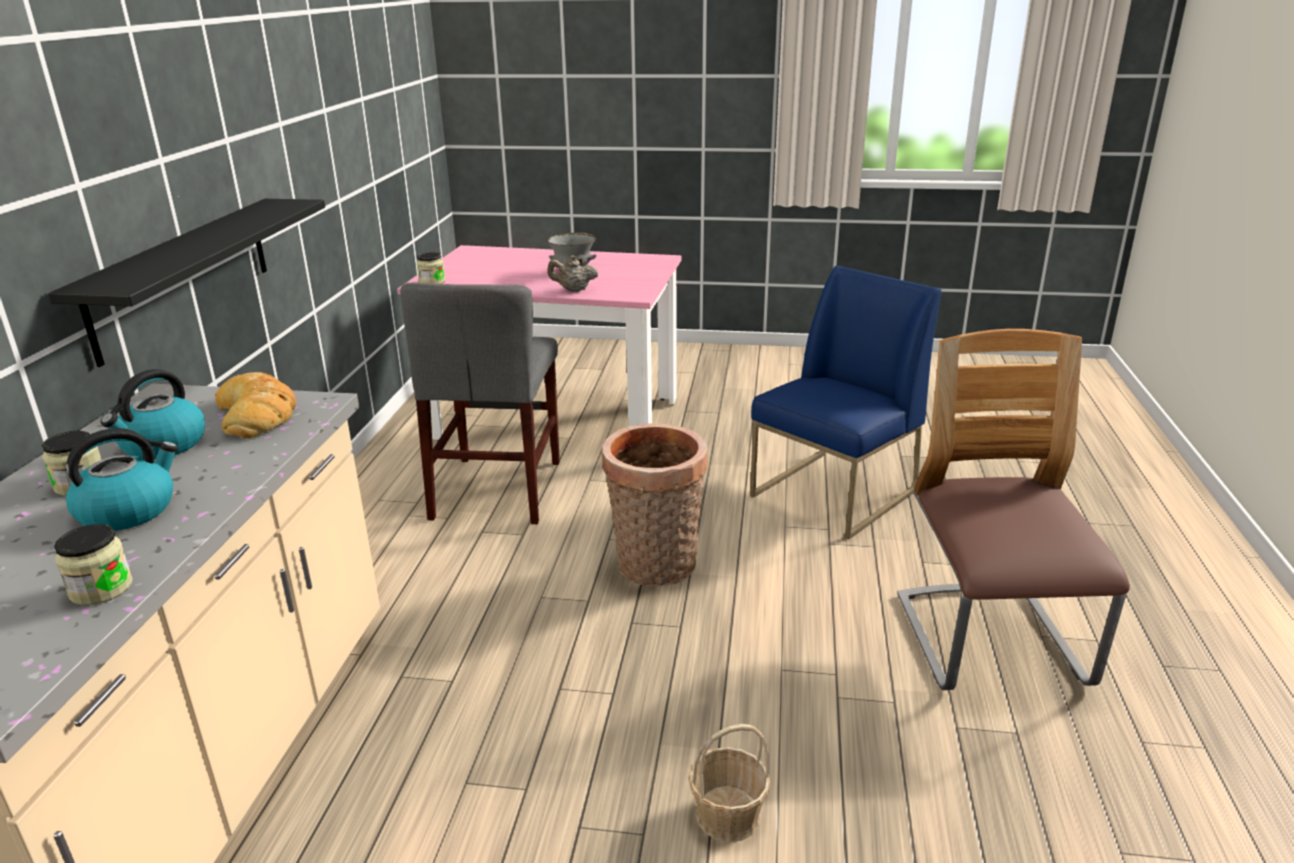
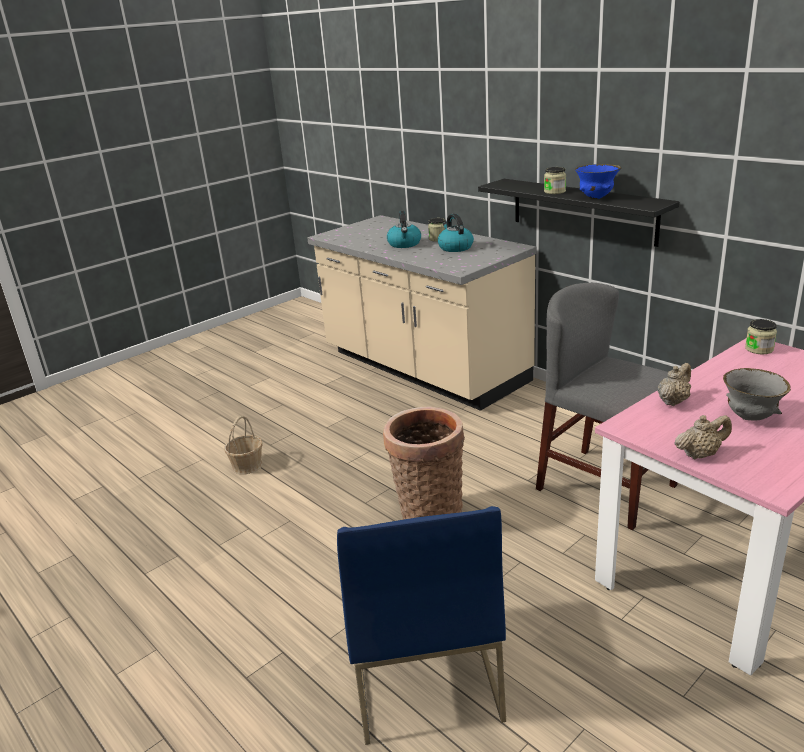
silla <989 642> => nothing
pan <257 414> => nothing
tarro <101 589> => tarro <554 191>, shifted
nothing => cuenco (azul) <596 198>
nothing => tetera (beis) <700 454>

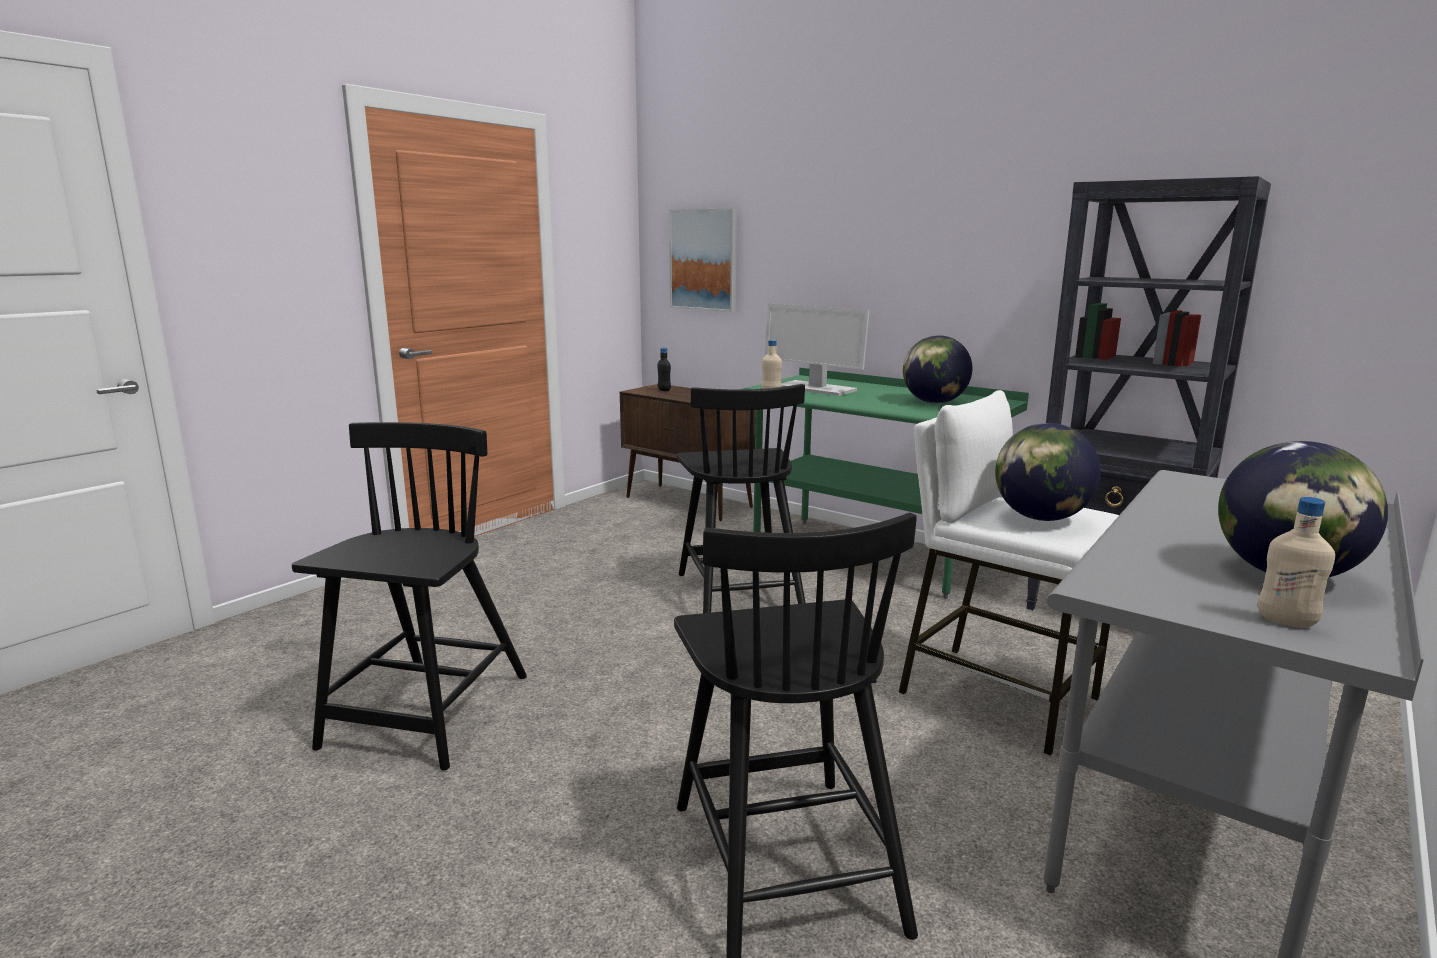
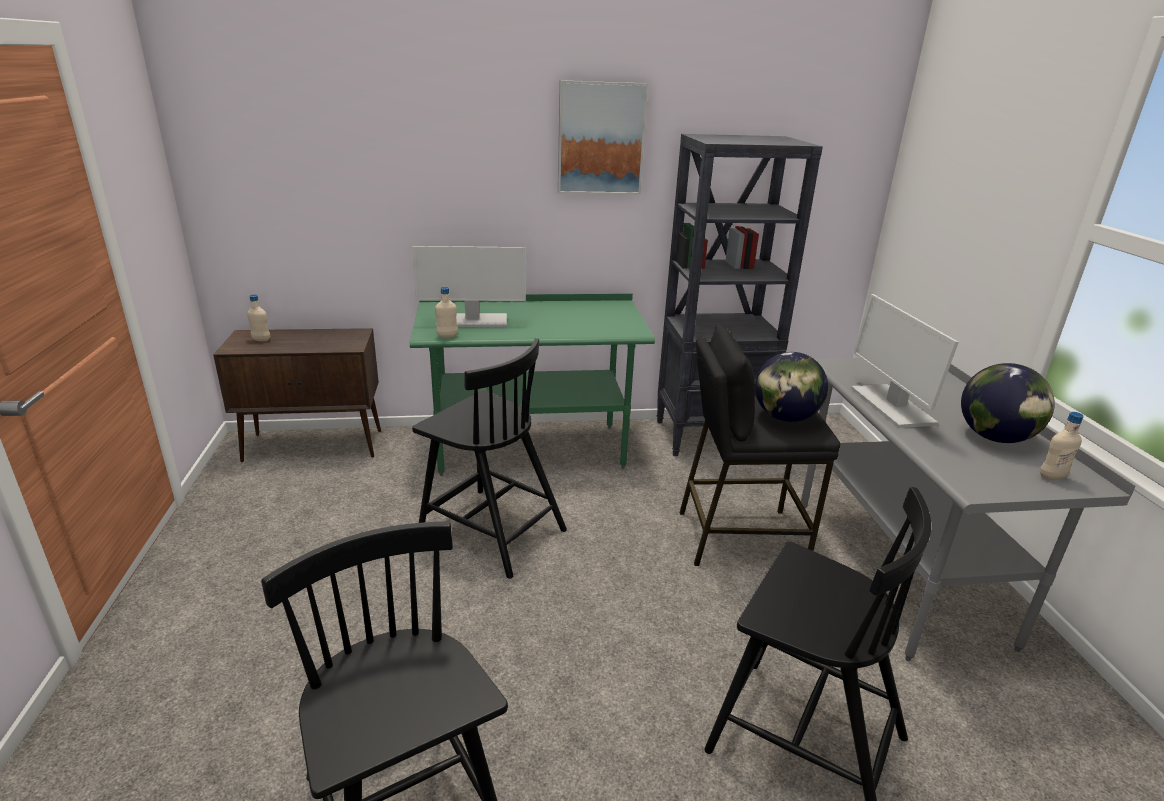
cuadro <704 260> => cuadro <601 139>, shifted
globo terráqueo <934 402> => nothing
botella (negro) <664 390> => botella (beis) <261 340>
taburete (blanco) <997 695> => taburete (negro) <740 537>
nothing => monitor <890 406>

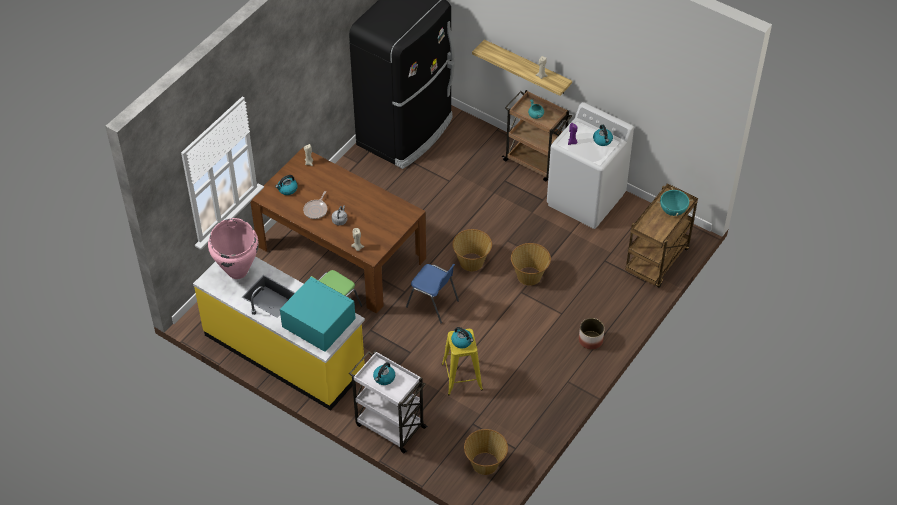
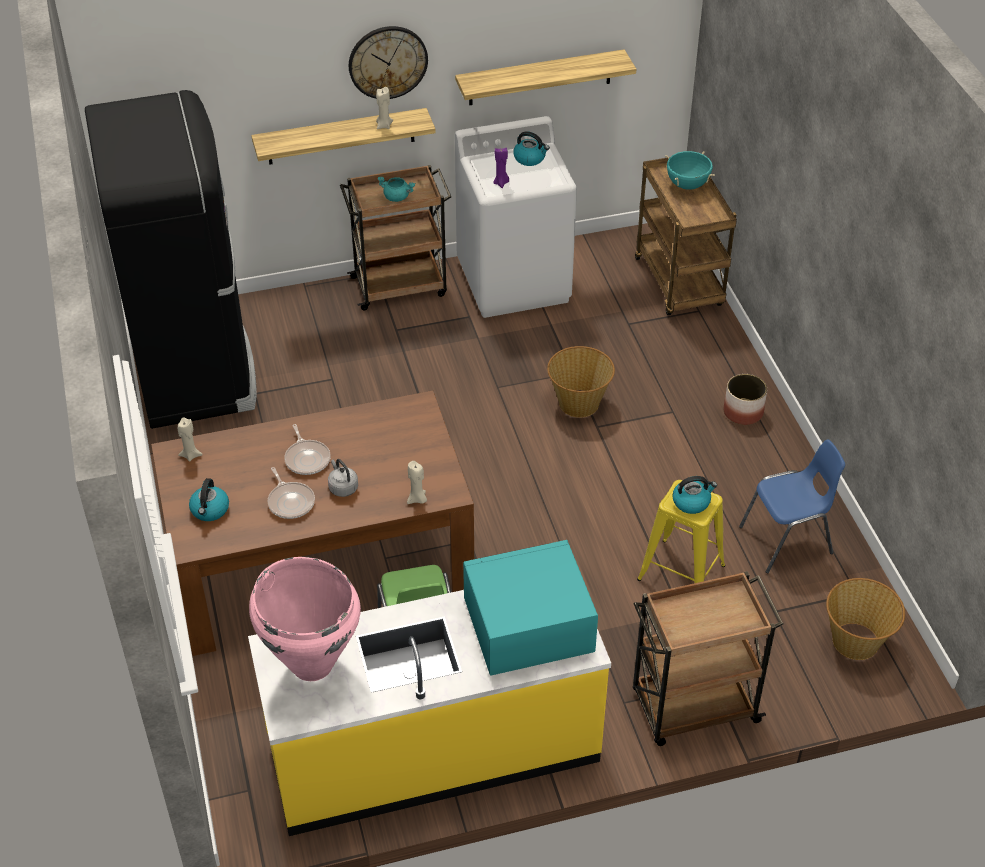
cesta <471 261> => nothing
silla (azul) <433 304> => silla (azul) <787 541>, shifted
carrito (blanco) <389 425> => carrito (marrón) <693 707>
hervidor <384 378> => nothing
nothing => reloj de pared <388 62>
nothing => estante <540 77>
nothing => sartén <307 458>

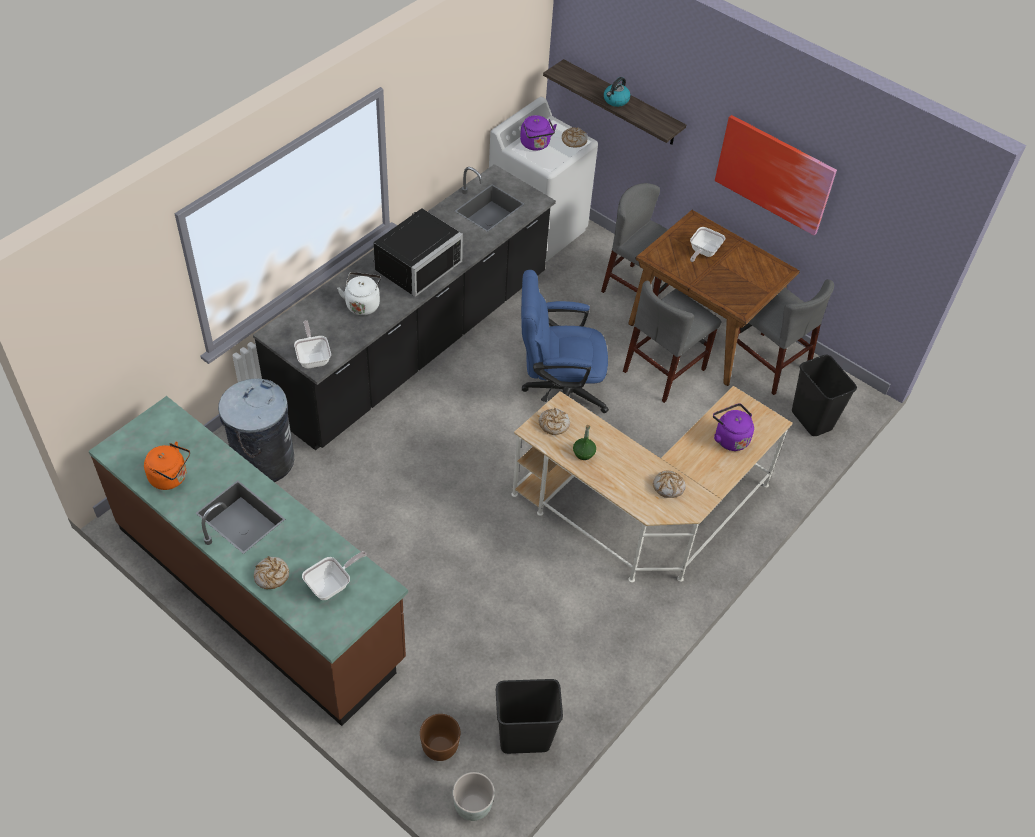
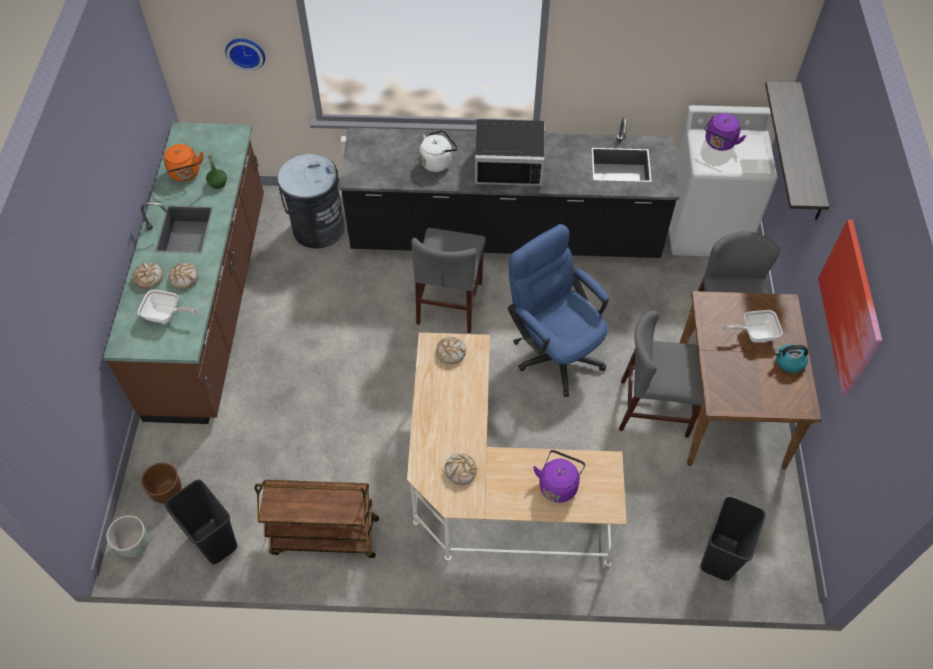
hervidor <616 100> => hervidor <789 362>, shifted
pan <573 141> => pan <184 278>, shifted
silla (gris) <768 363> => silla (gris) <450 302>, shifted
sartén <313 357> => nothing
botella (verde) <583 453> => botella (verde) <218 183>, shifted
nothing => reloj de pared <246 52>
nothing => carrito (marrón) <324 537>

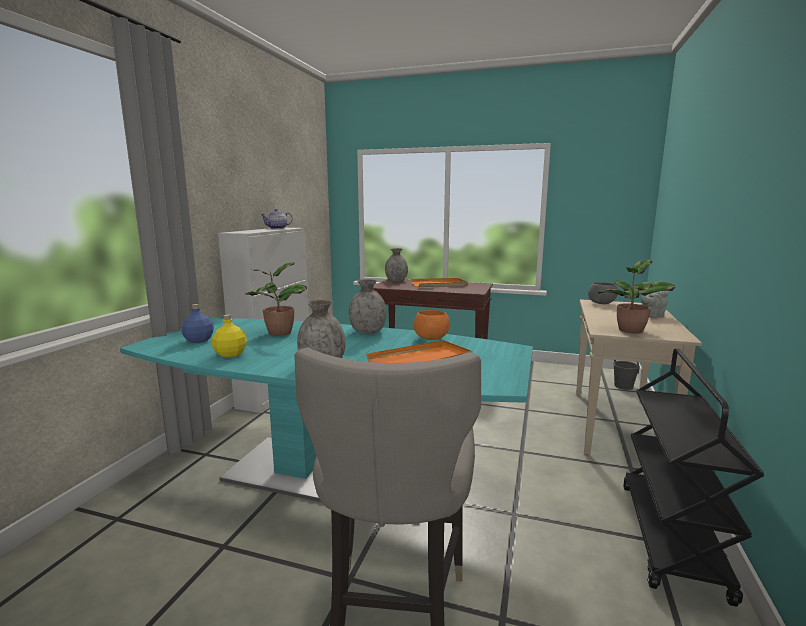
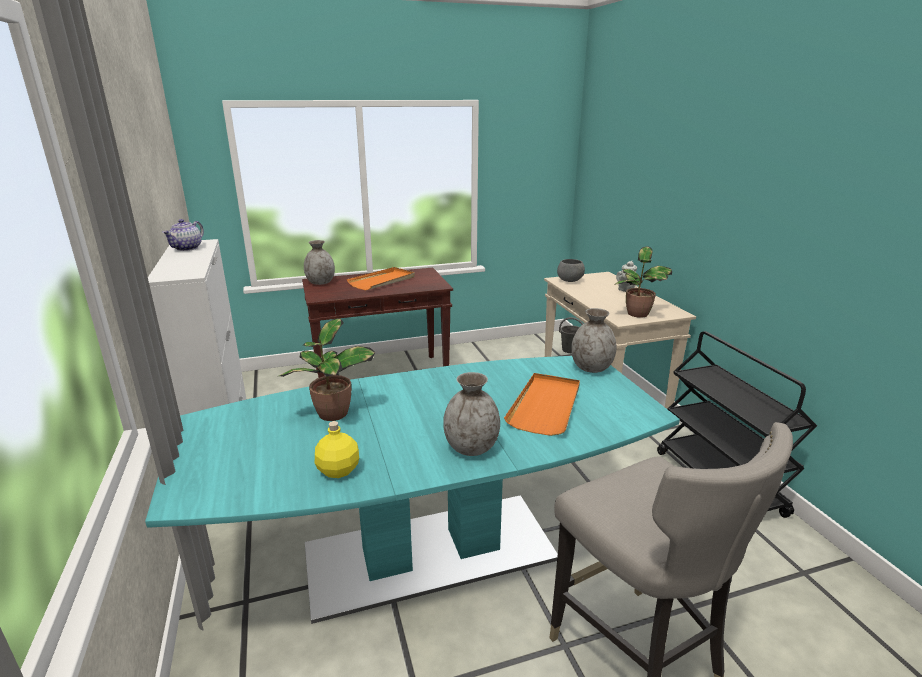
florero (gris) <368 332> => florero (gris) <591 368>, shifted
botella (azul) <198 340> => nothing
cuenco (naranja) <431 339> => nothing

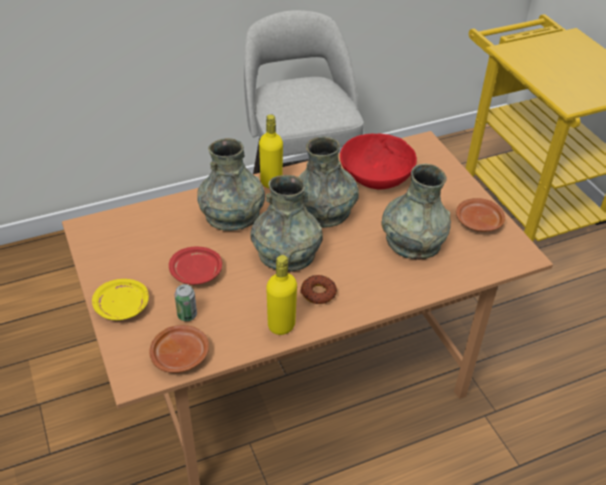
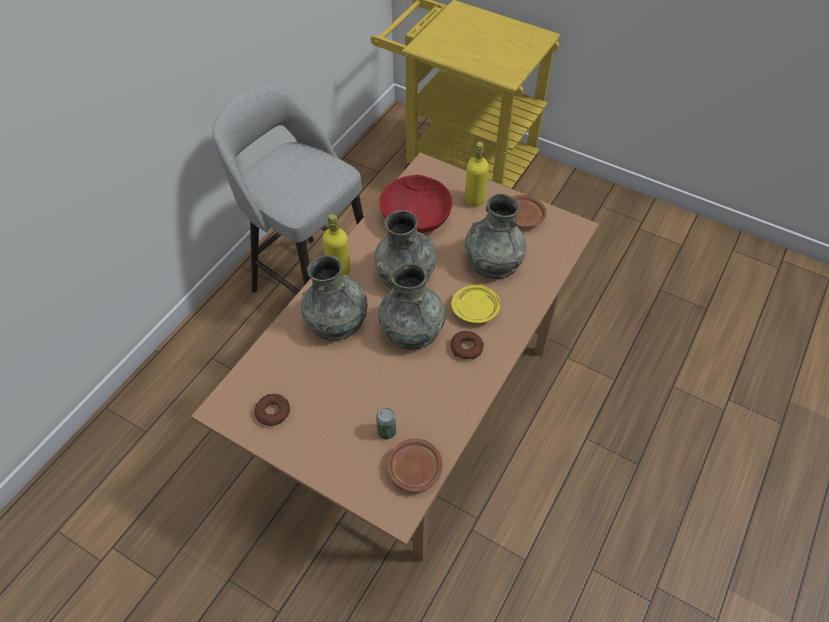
plato (rojo) <197 272> => nothing
botella (amarillo) <281 325> => botella (amarillo) <474 199>, shifted
plato (amarillo) <122 306> => plato (amarillo) <475 309>, shifted
nothing => rosquilla <273 412>

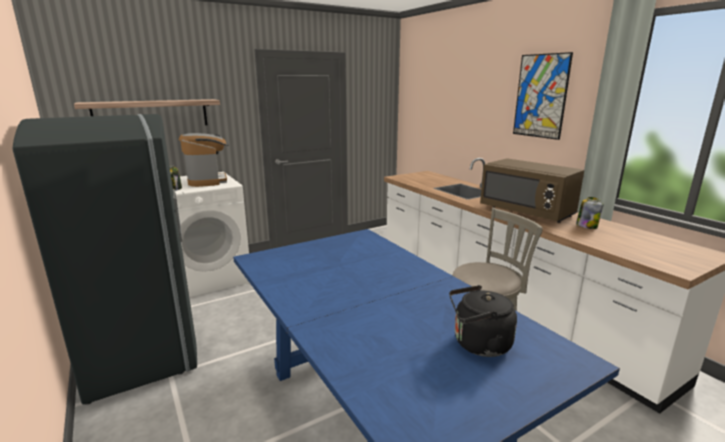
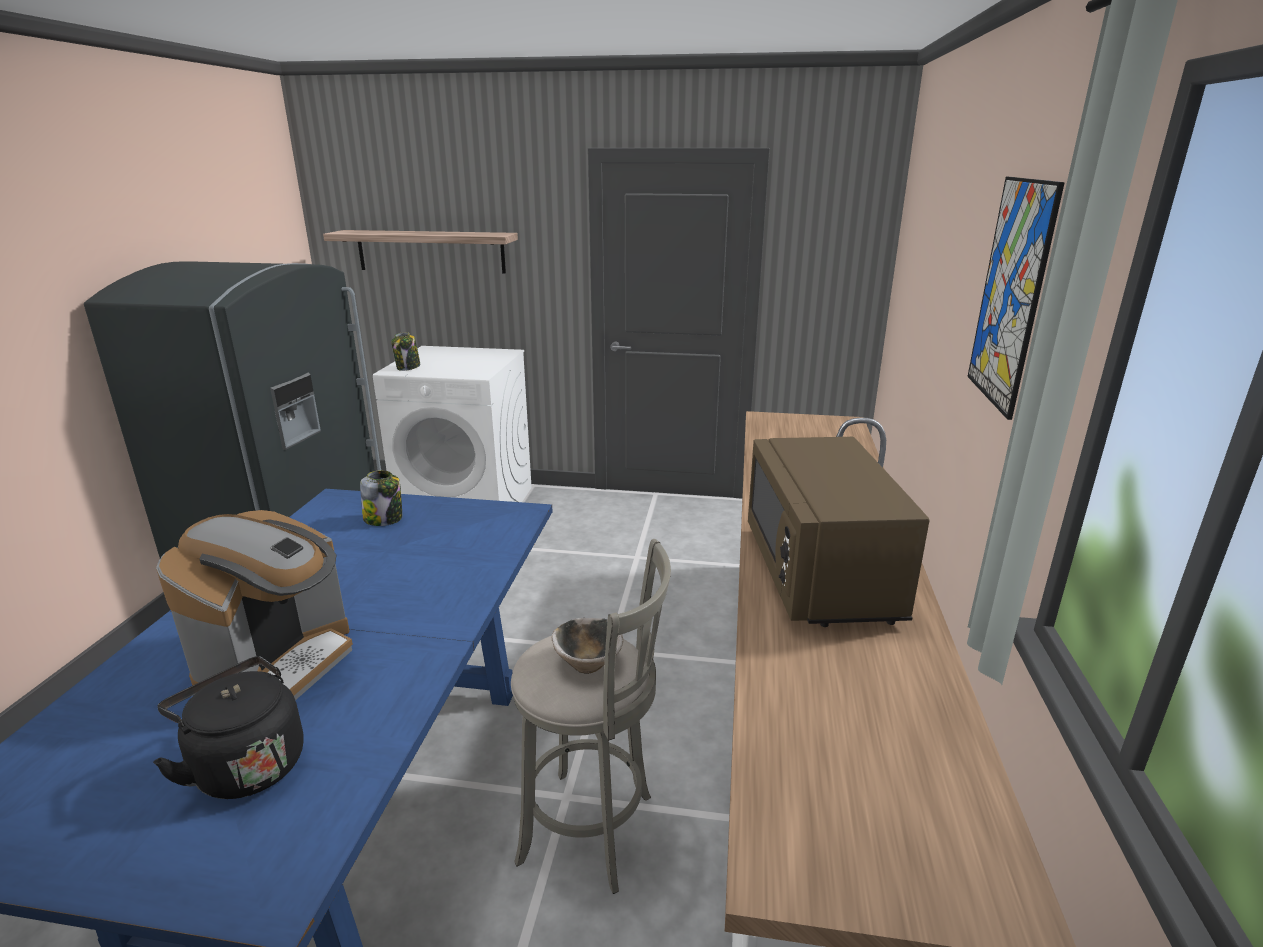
cafetera <208 181> => cafetera <279 663>, shifted
tarro <586 226> => tarro <384 519>, shifted
nothing => cuenco <588 663>

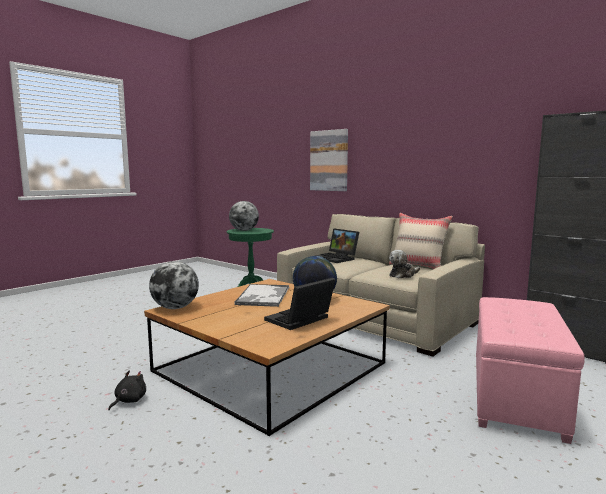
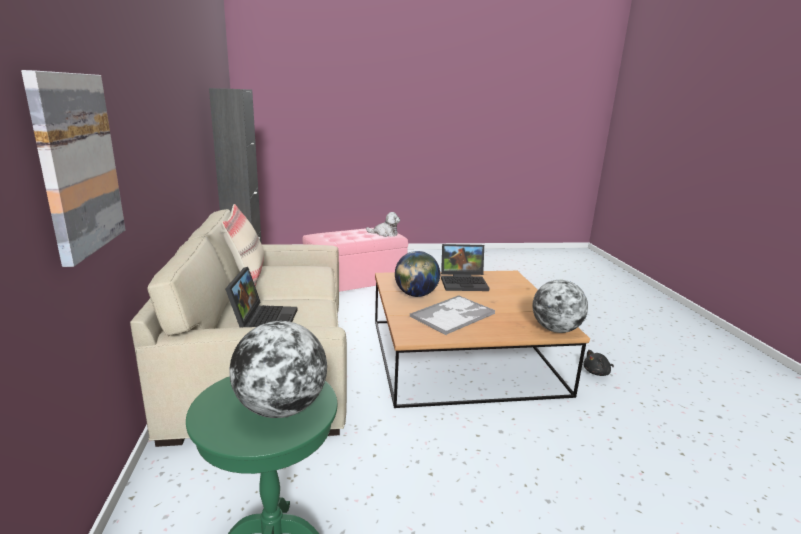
peluche <403 275> => peluche <385 233>, shifted

